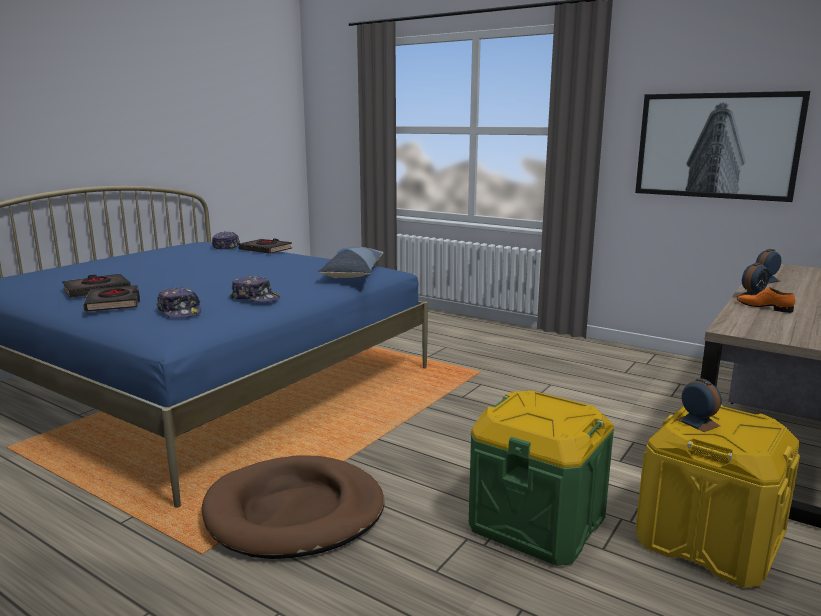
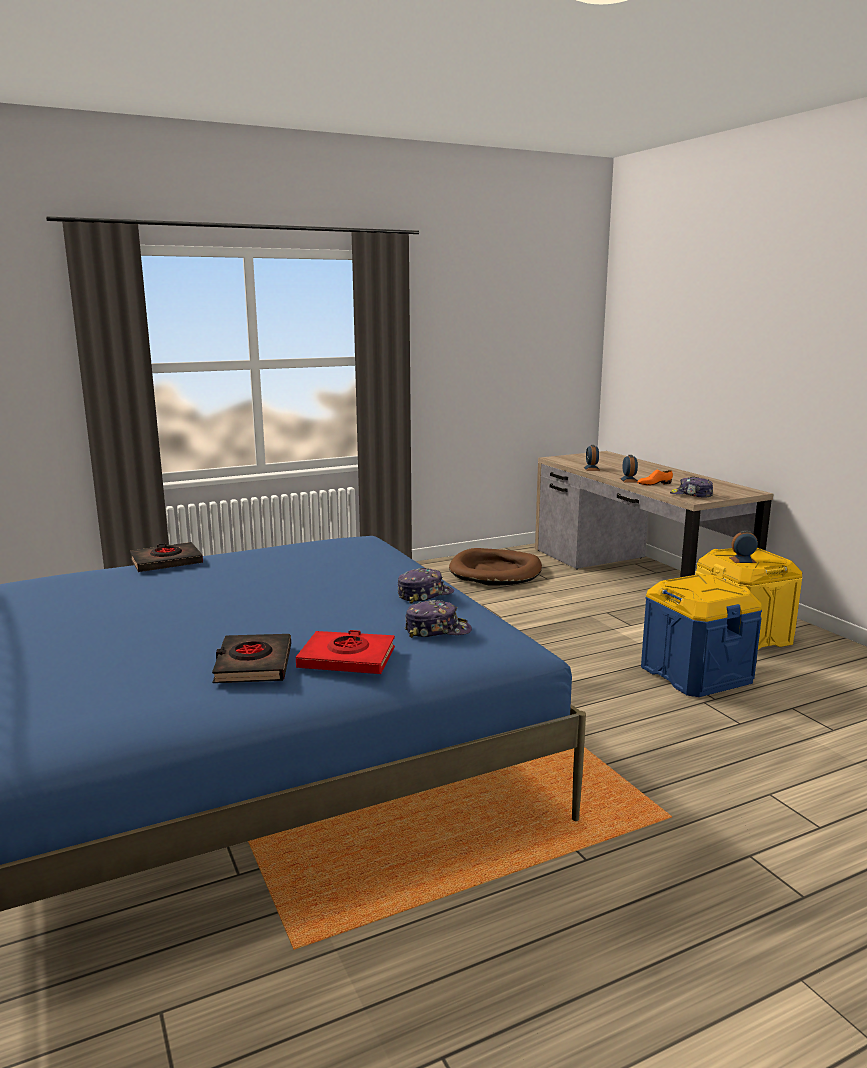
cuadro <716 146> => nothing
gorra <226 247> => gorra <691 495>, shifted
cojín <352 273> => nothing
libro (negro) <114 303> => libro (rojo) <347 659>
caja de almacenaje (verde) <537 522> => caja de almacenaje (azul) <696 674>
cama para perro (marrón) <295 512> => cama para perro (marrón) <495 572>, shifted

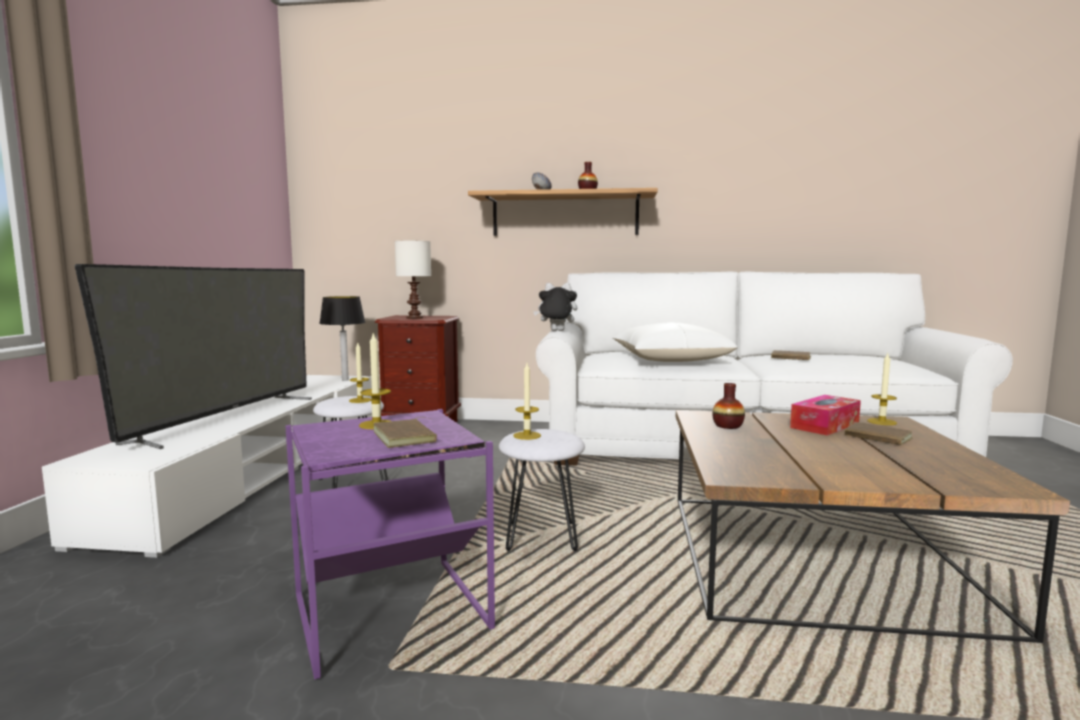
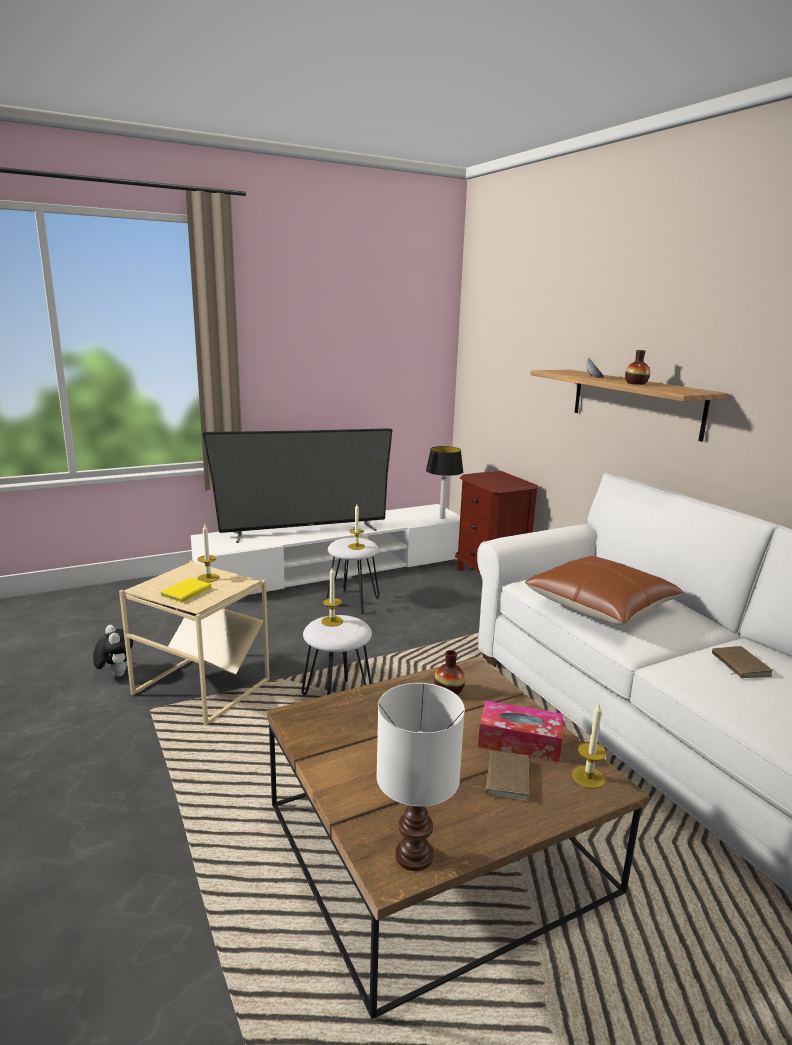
lámpara de mesa (blanco) <414 318> => lámpara de mesa (blanco) <415 854>, shifted
peluche <556 331> => peluche <115 674>, shifted
cojín (blanco) <670 359> => cojín (marrón) <600 605>
mesa auxiliar (morado) <393 613> => mesa auxiliar (beis) <202 688>
libro (marrón) <406 437> => libro (amarillo) <187 593>

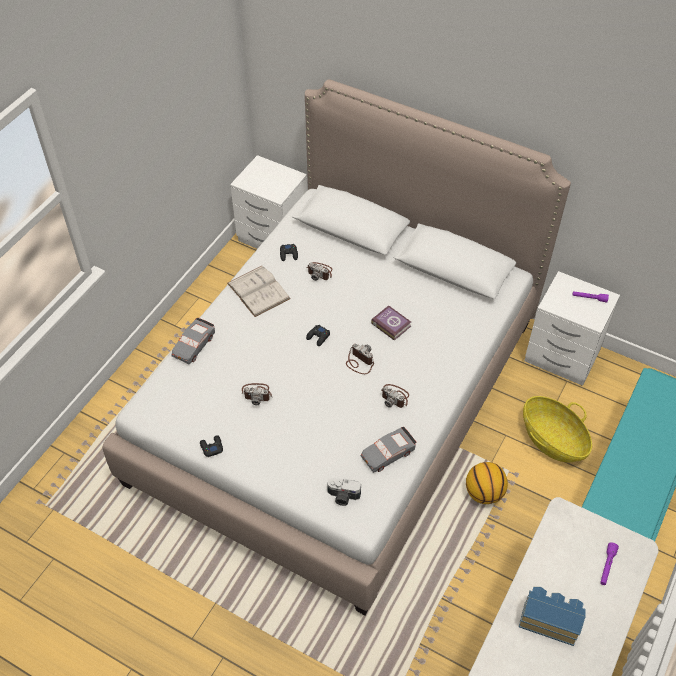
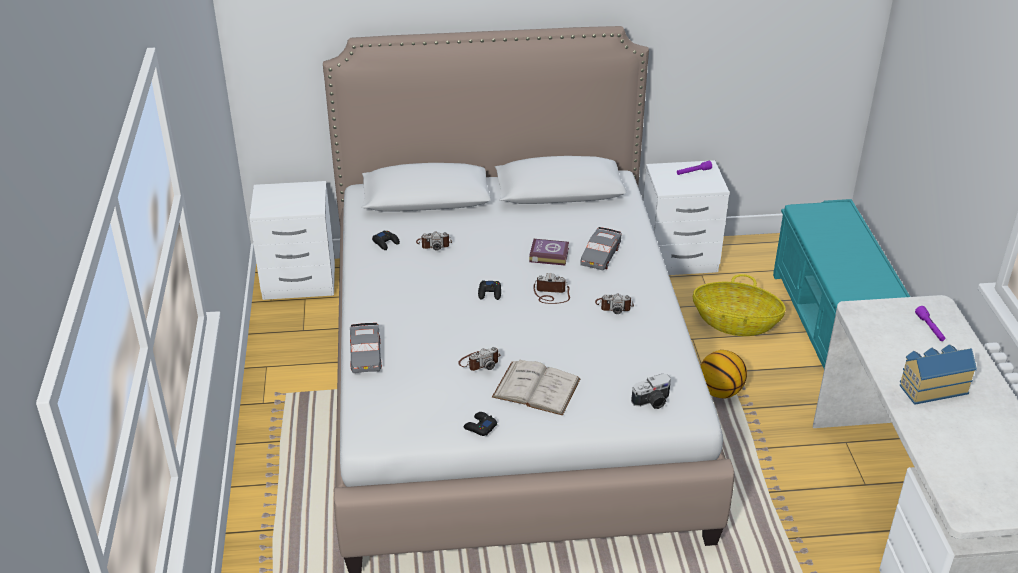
libro (blanco) <258 291> => libro (blanco) <536 388>, shifted
coche de juguete (gris) <388 453> => coche de juguete (gris) <600 255>, shifted

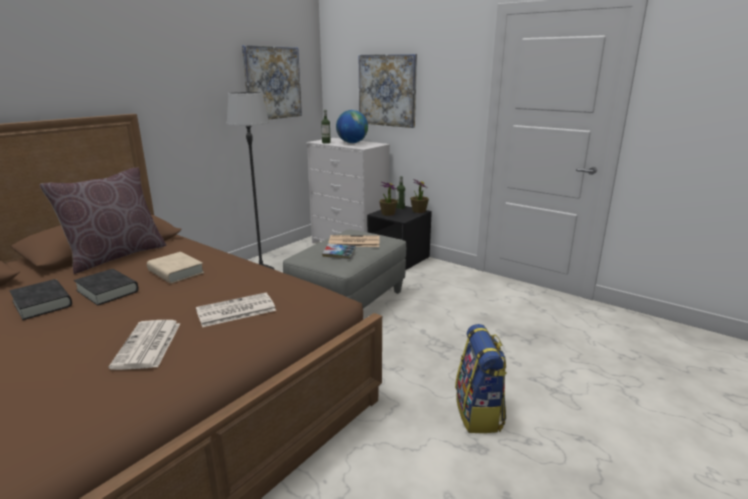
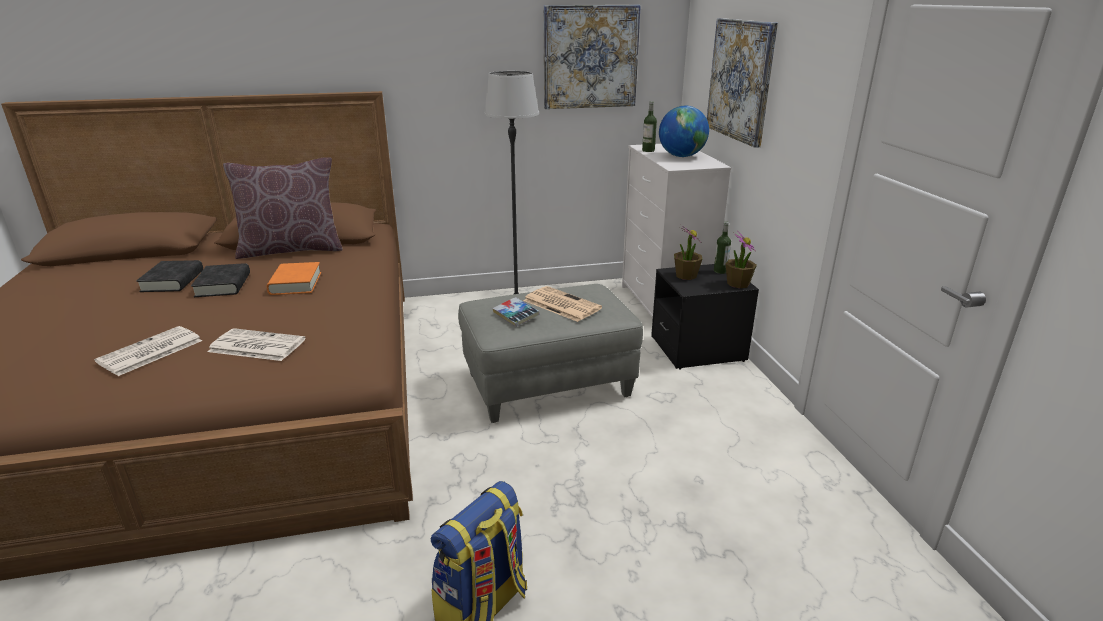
libro (beis) <176 272> => libro (naranja) <295 283>

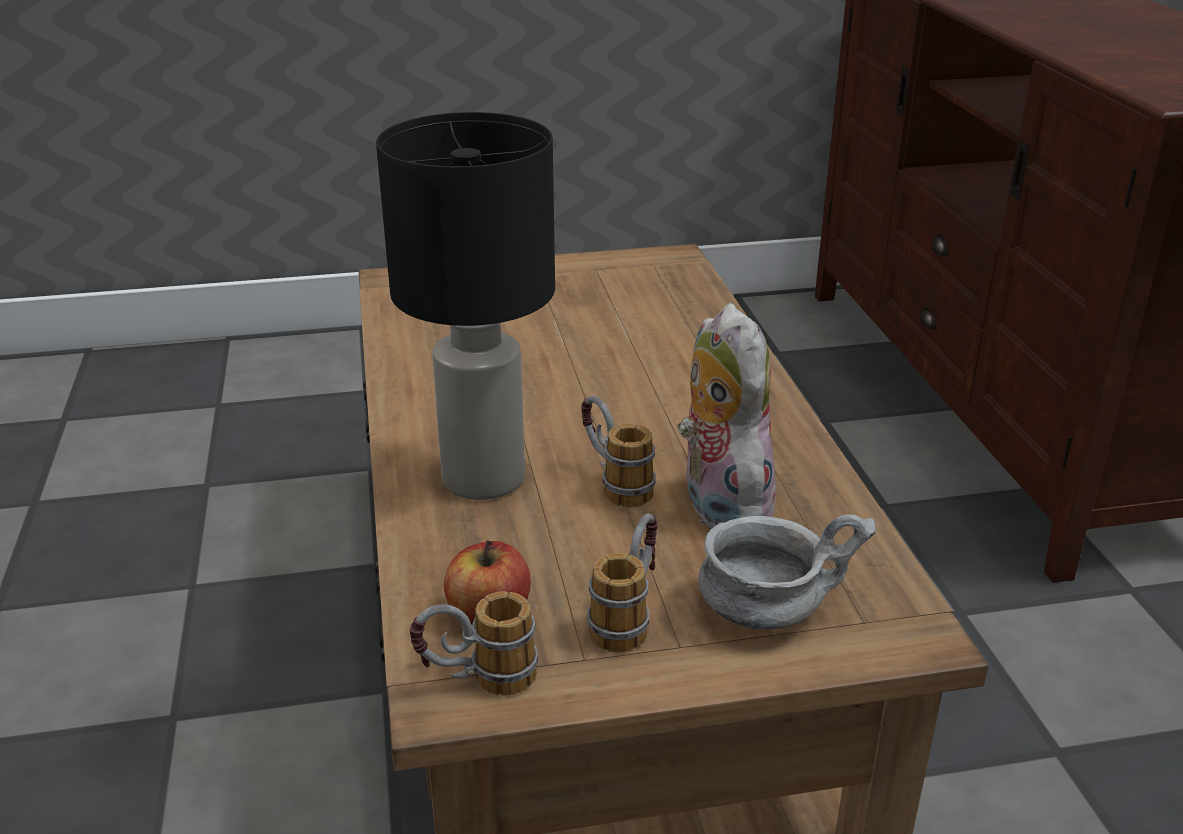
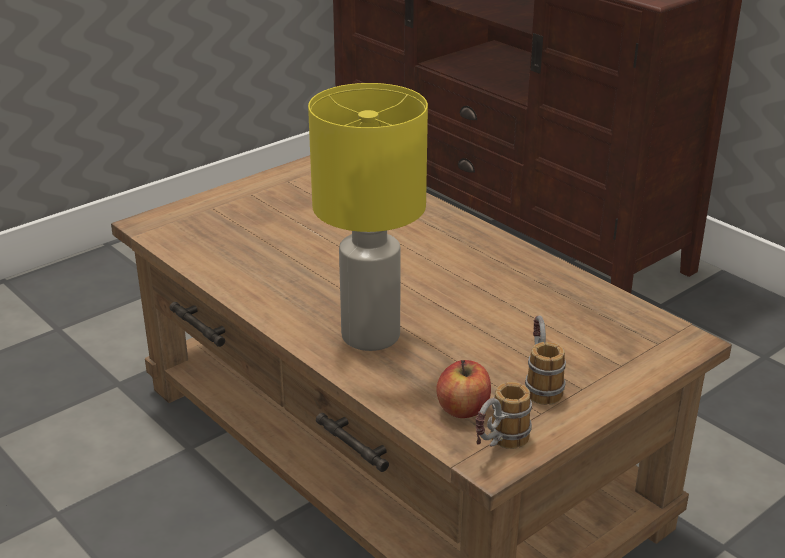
lámpara de mesa (negro) <482 480> => lámpara de mesa (amarillo) <370 337>
peluche <718 507> => nothing
taza grande <613 483> => nothing
cuenco (gris) <764 611> => nothing

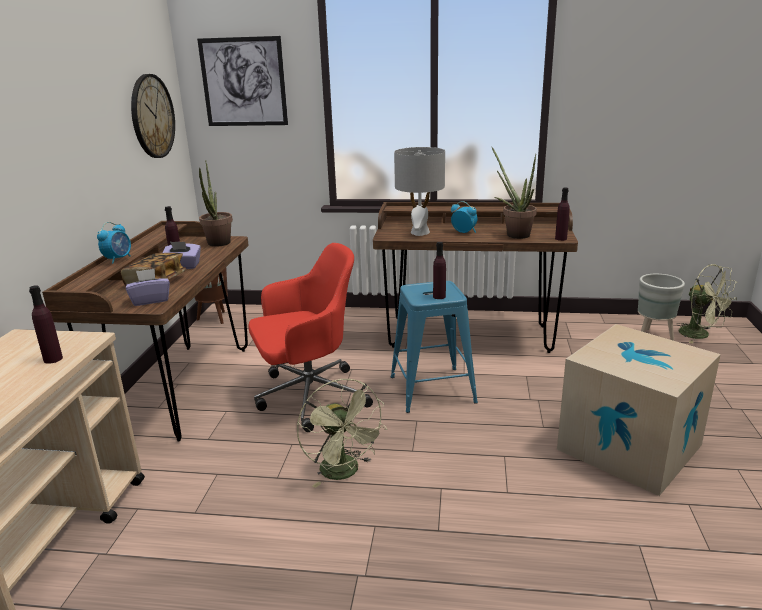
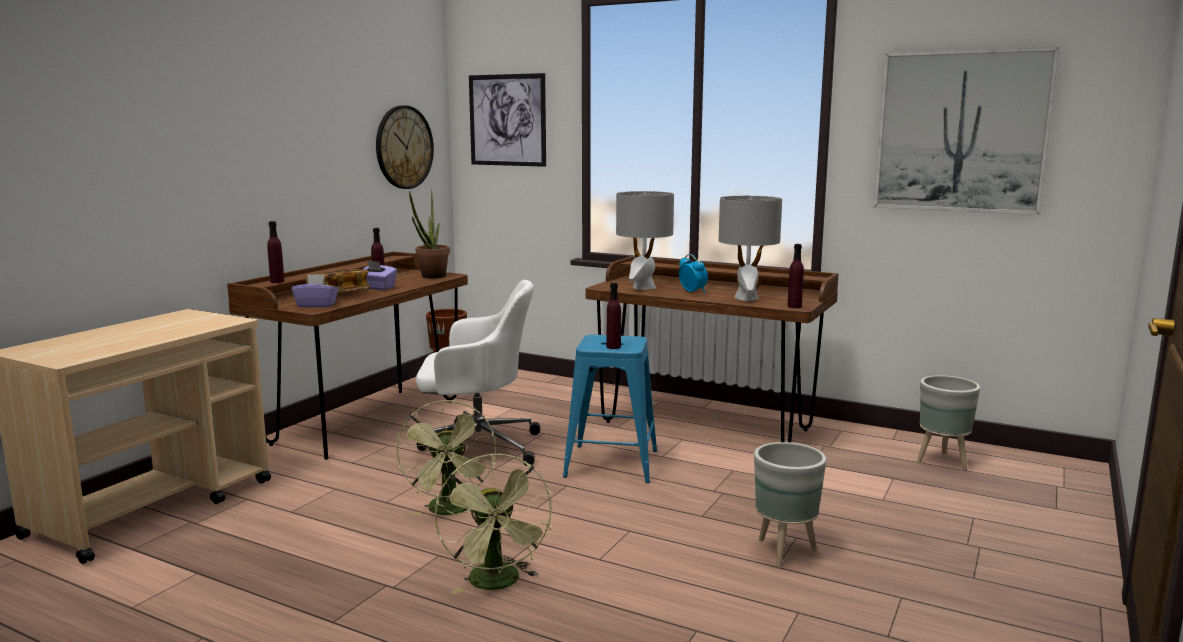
planta en maceta <514 234> => lámpara de mesa (gris) <746 298>
despertador <118 259> => nothing
silla de oficina (rojo) <308 396> => silla de oficina (blanco) <477 447>
ventilador (verde) <700 335> => ventilador (verde) <498 584>, shifted
botella (morado) <53 359> => botella (morado) <277 281>, shifted
caja de cartón <629 447> => maceta (gris) <784 551>
nothing => cuadro <961 132>

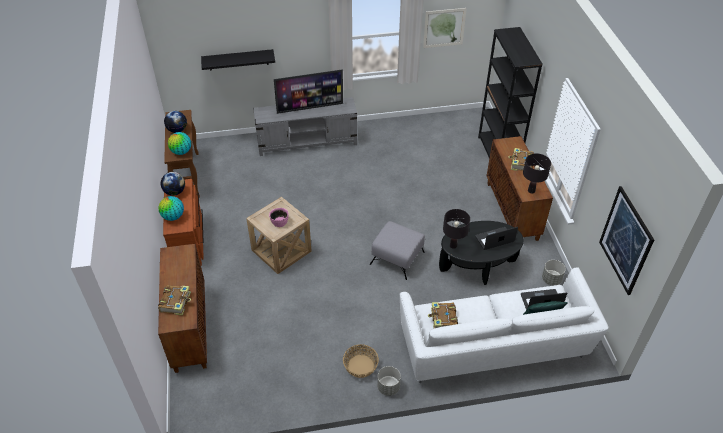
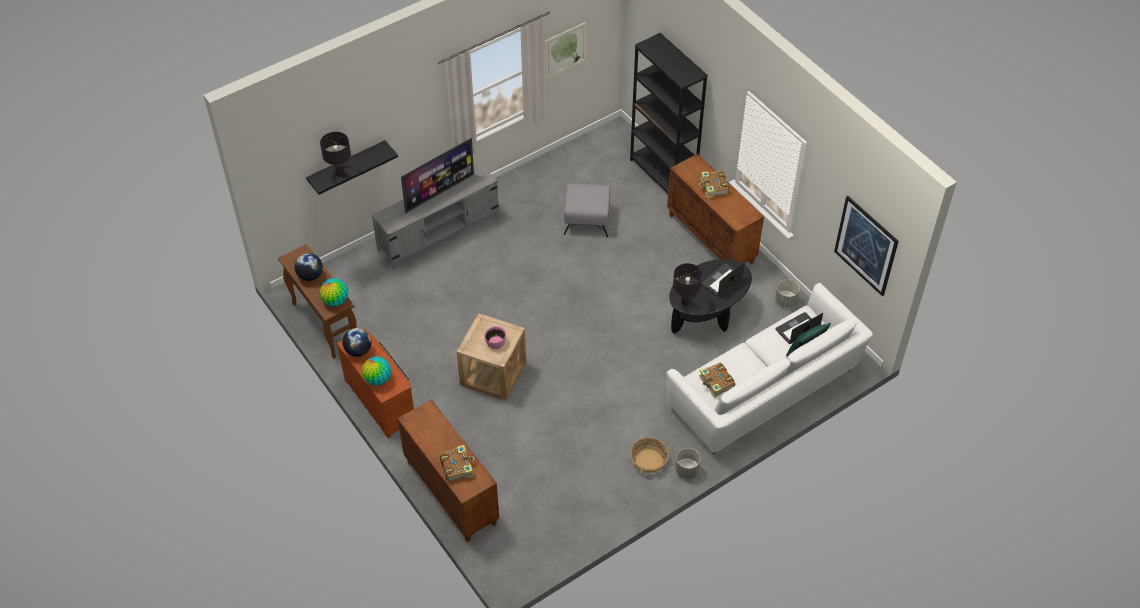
lámpara de mesa (negro) <531 191> => lámpara de mesa (negro) <340 173>, shifted
puf (gris) <397 258> => puf (gris) <586 219>, shifted

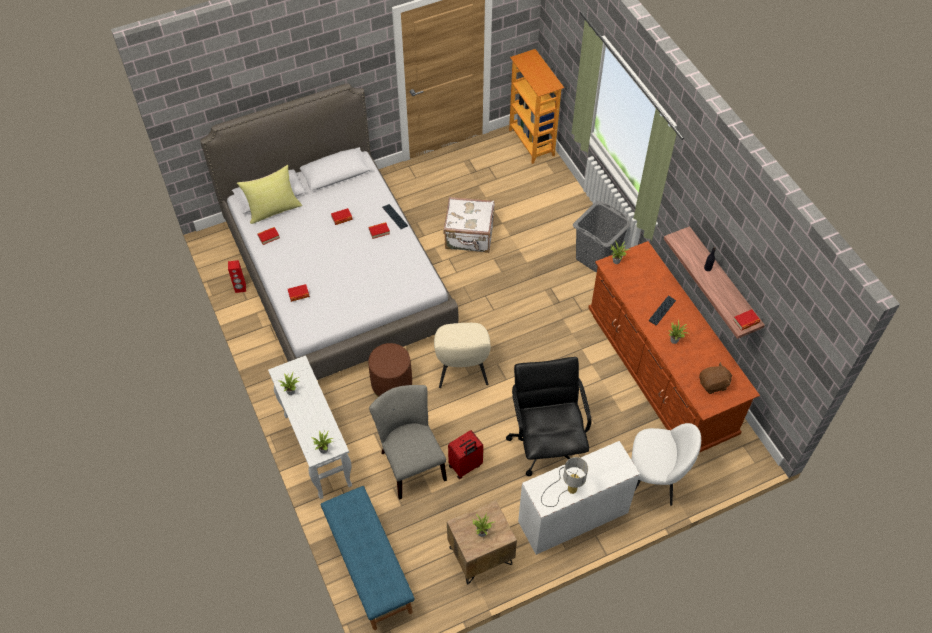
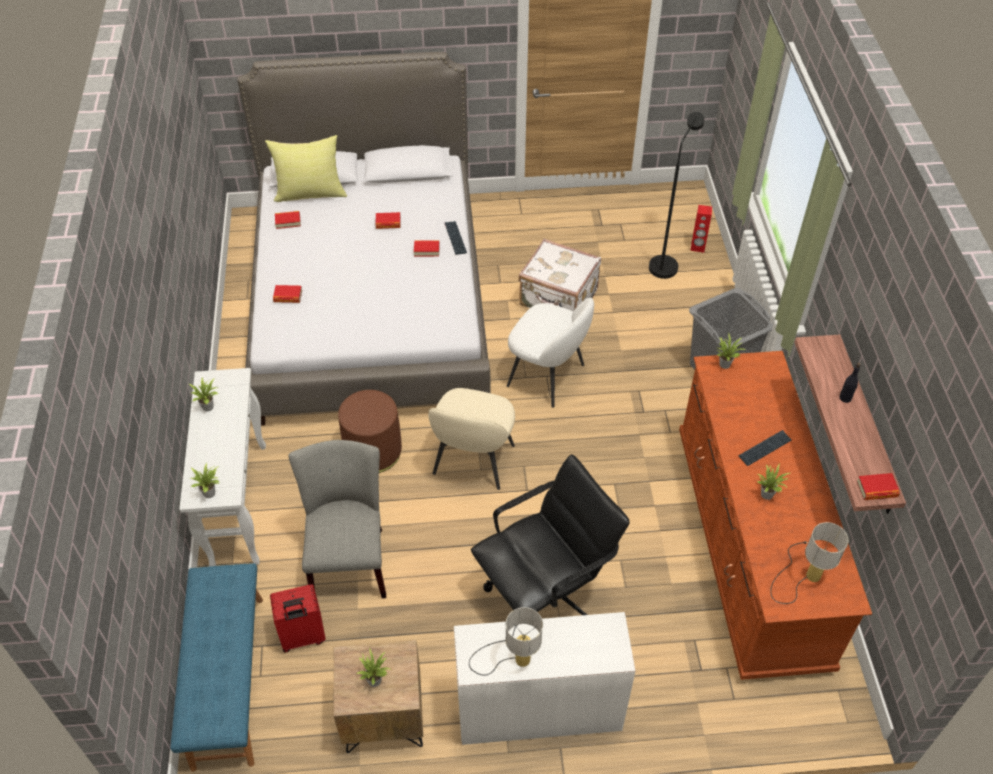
estantería <532 143> => nothing
altavoz (rojo) <240 288> => altavoz (rojo) <697 247>, shifted
silla de oficina (negro) <546 443> => silla de oficina (negro) <545 593>, 45 degrees clockwise
peluche (marrón) <713 384> => lámpara de mesa <803 575>
silla (blanco) <654 479> => silla (blanco) <548 376>, shifted
maleta (rojo) <465 466> => maleta (rojo) <302 637>, shifted
nothing => lámpara de pie (negro) <666 263>

